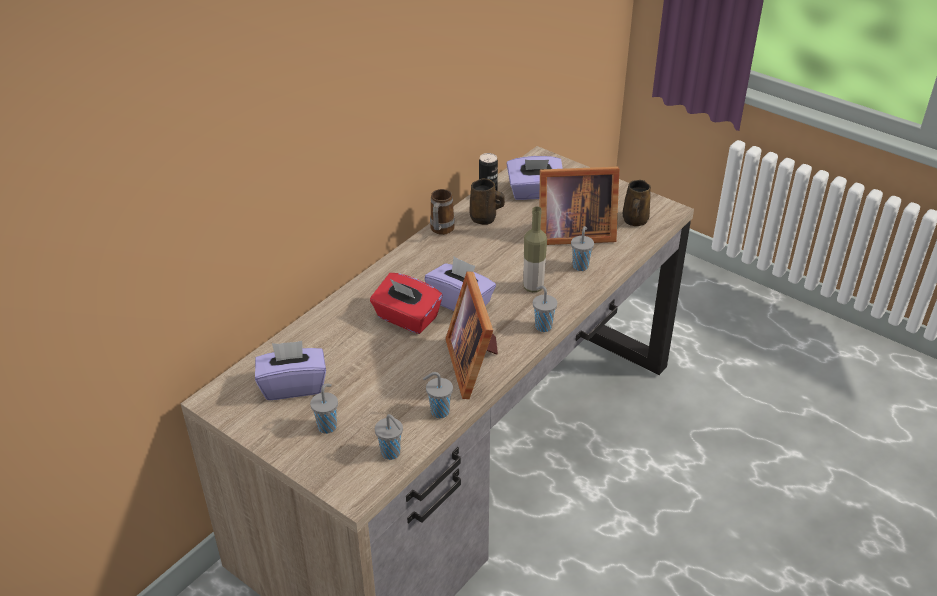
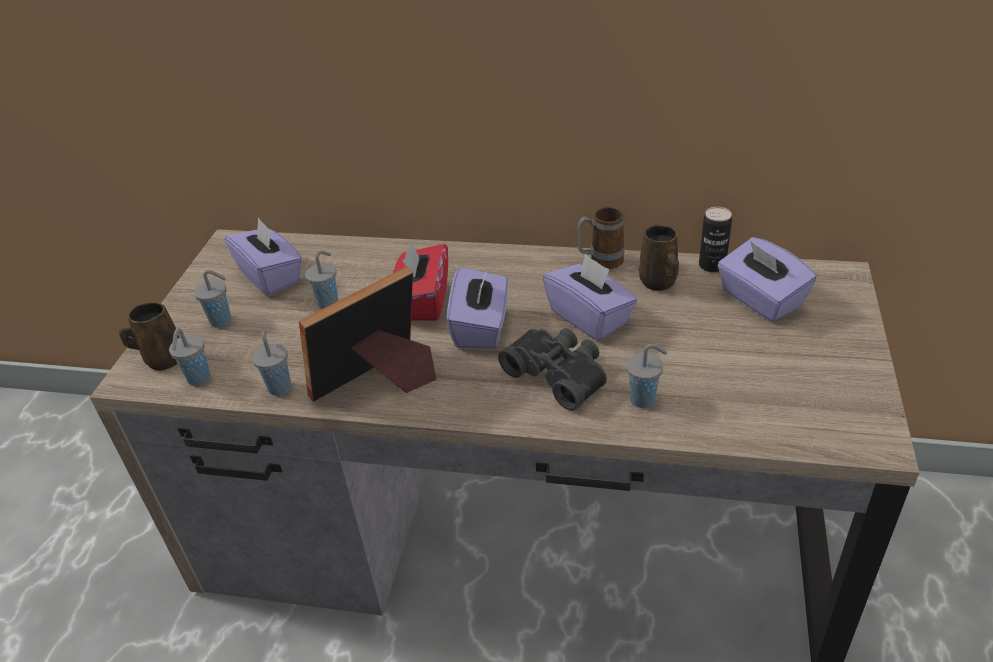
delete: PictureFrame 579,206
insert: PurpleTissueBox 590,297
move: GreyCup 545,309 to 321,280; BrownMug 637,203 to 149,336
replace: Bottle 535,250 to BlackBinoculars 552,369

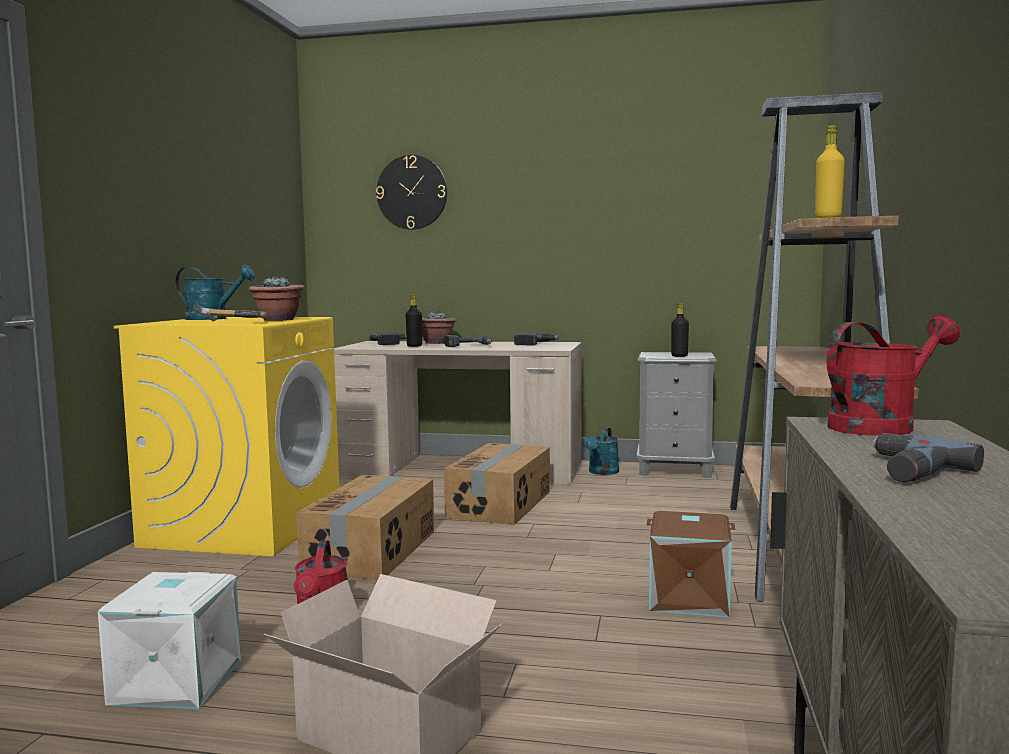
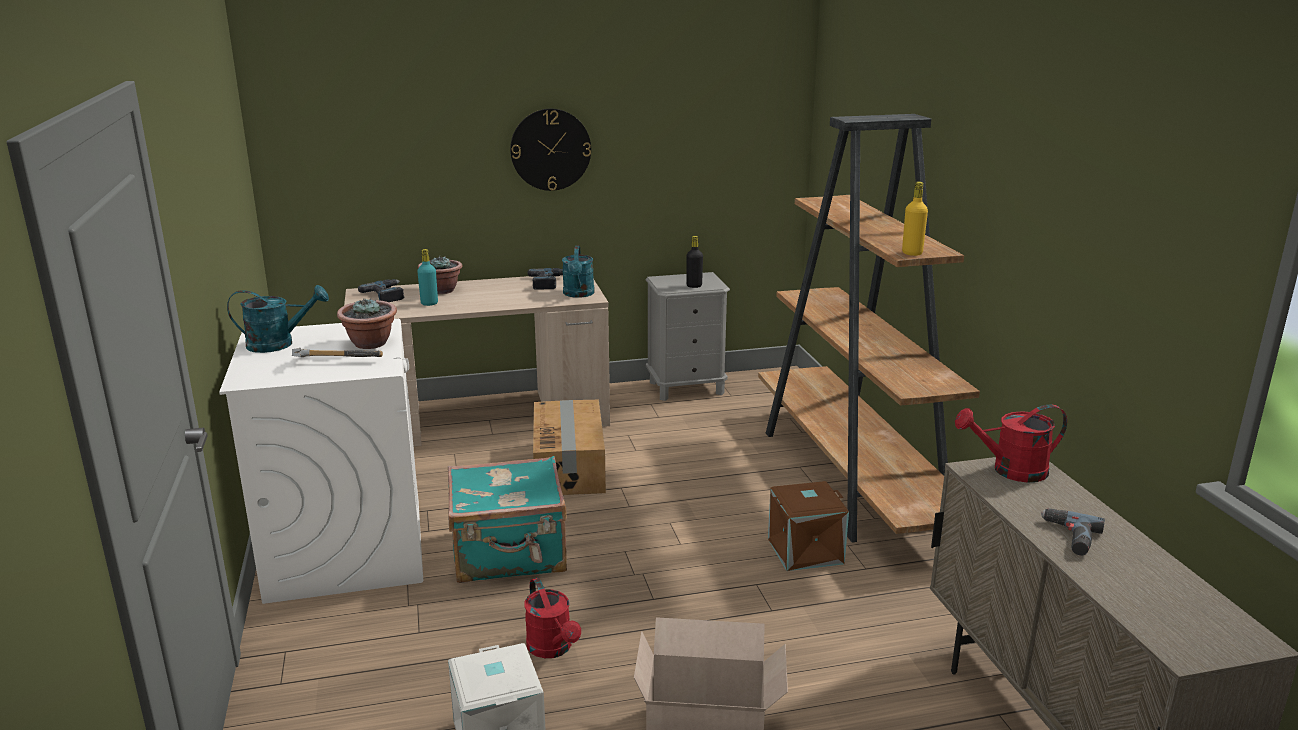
delete: PowerDrill 468,341
move: WallClock 411,192 to 550,150; TurquoiseWateringCan 601,451 to 578,271
replace: CardboardBox 365,527 to TurquoiseSuitcase 507,519
recolor: YellowWashingMachine 226,436 to WhiteWashingMachine 321,461; BlackBottle 414,321 to TurquoiseBottle 427,277
rotate: RedWateringCan 893,375 = 1011,443 135 degrees counterclockwise

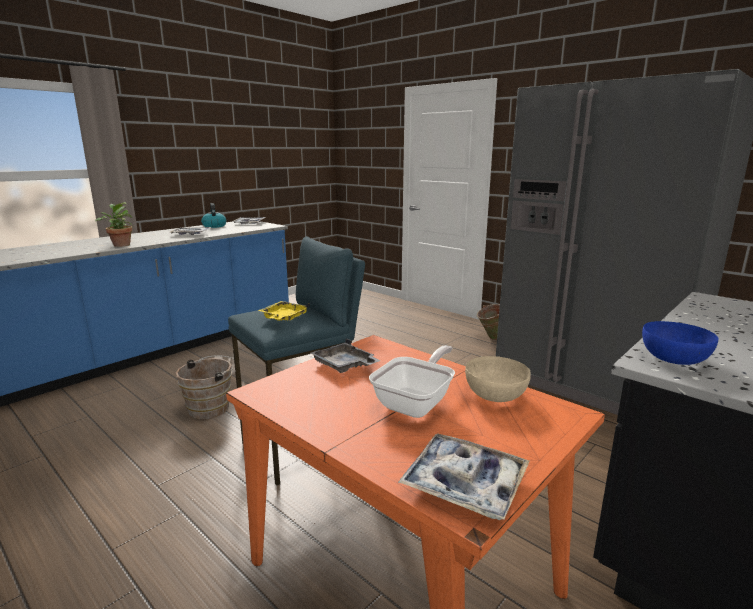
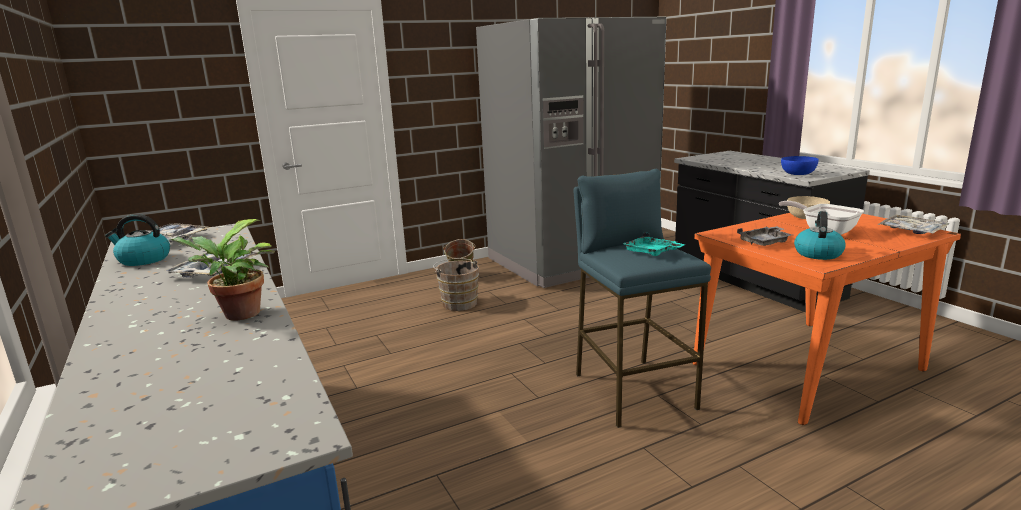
insert: Kettle 820,235
move: BrownBucket 205,387 to 456,284
recolor: YellowTray 284,311 to TurquoiseTray 654,244

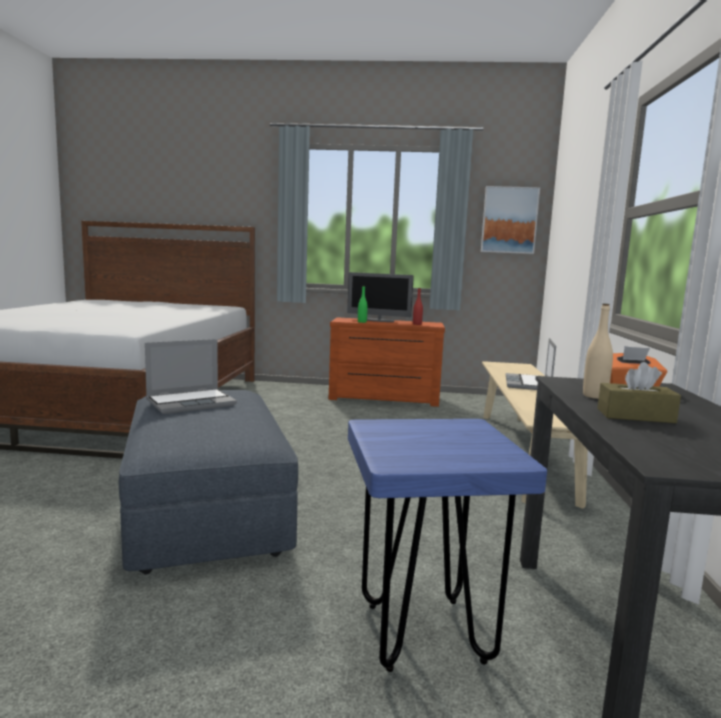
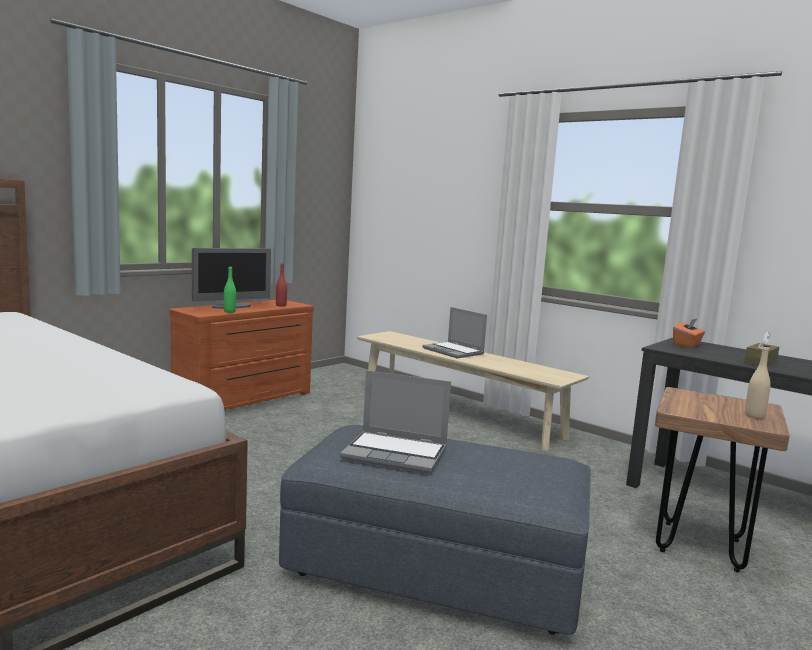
delete: Picture 510,220
move: BeigeBottle 598,351 to 758,382
recolor: BlueStool 447,545 to BrownStool 722,479
rotate: Laptop 191,376 = 395,422 105 degrees clockwise

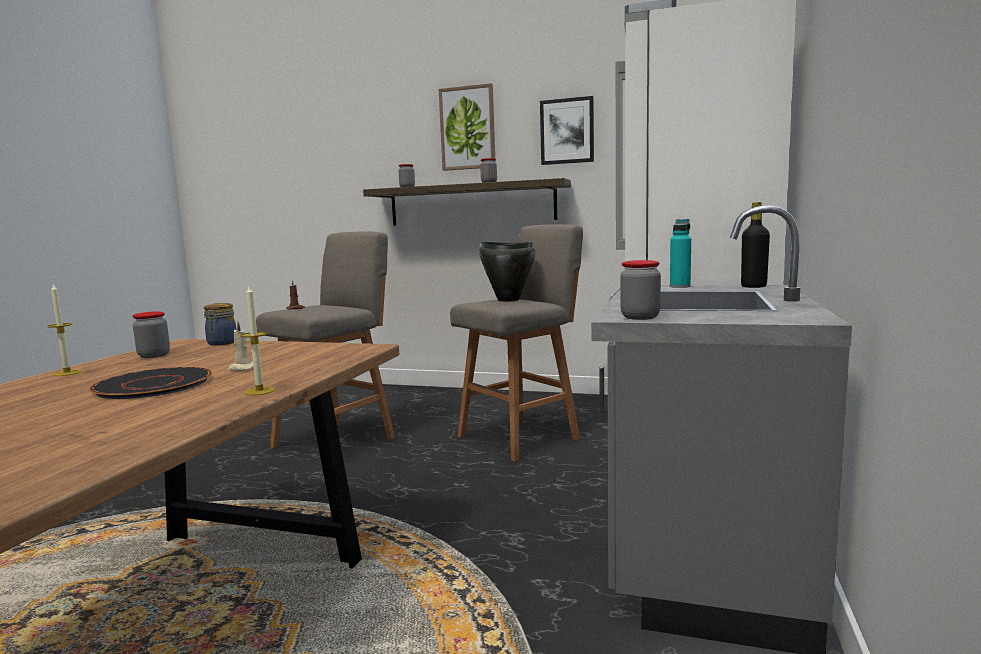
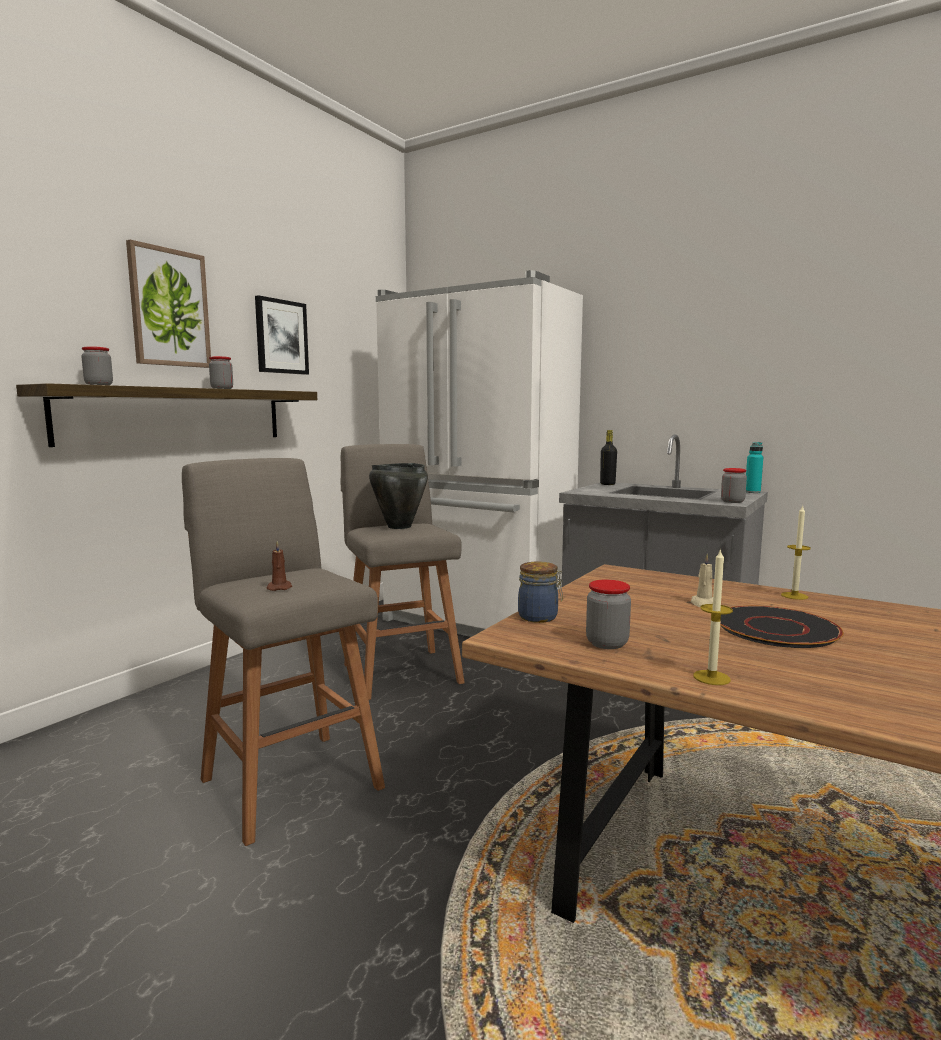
move: TurquoiseBottle 680,253 to 754,467

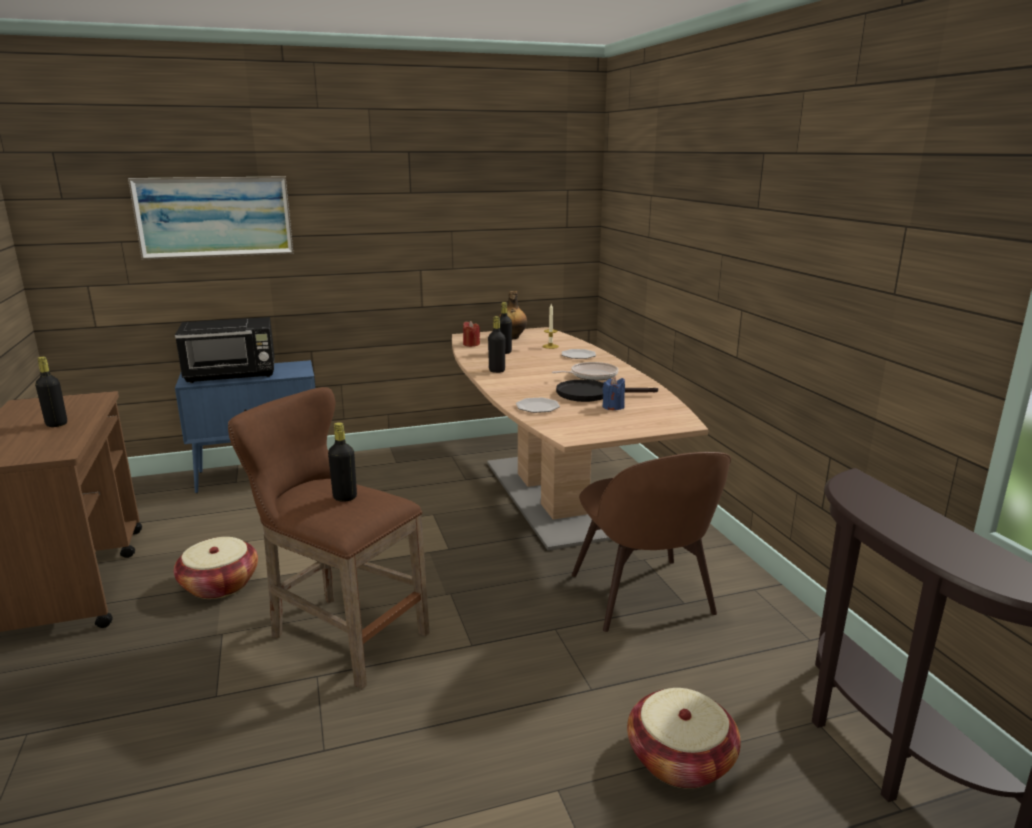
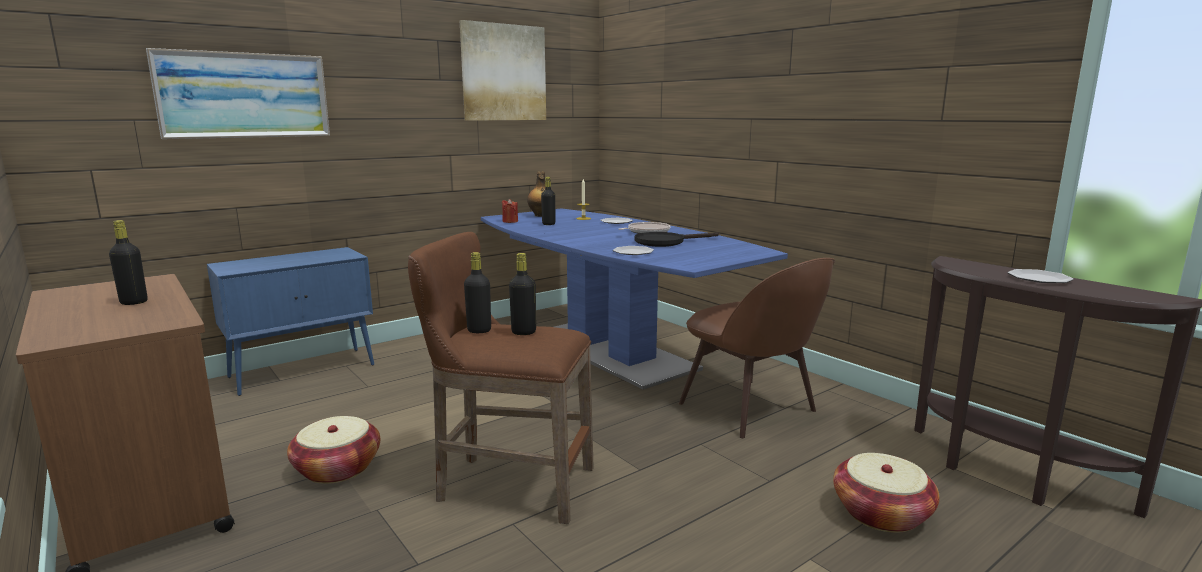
delete: BlackMicrowave 225,350; BlueCandle 613,393
insert: Picture 503,70; Plate 1040,276
move: BlackBottle 496,344 to 477,292
recolor: BrownDiningTable 580,439 to BlueDiningTable 634,299

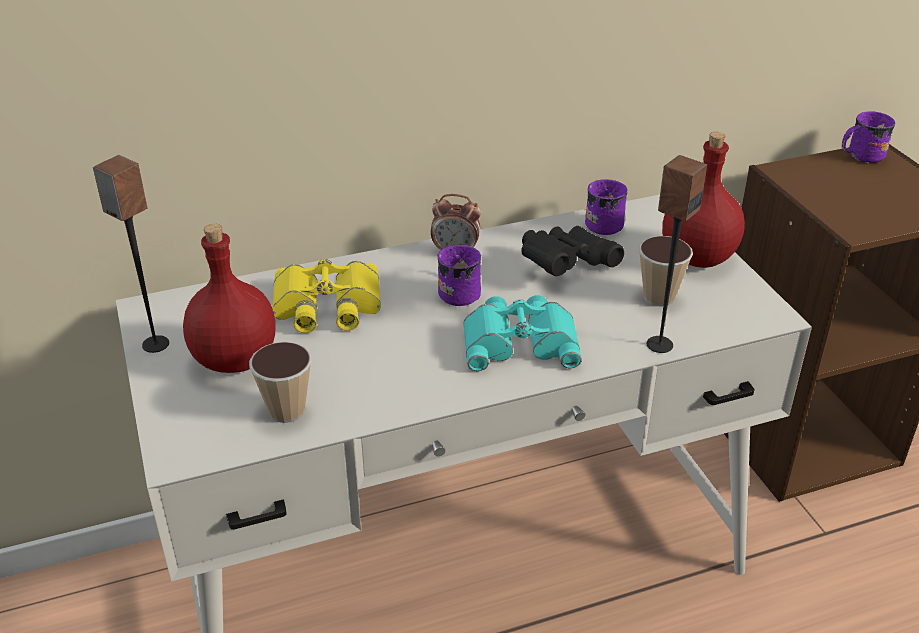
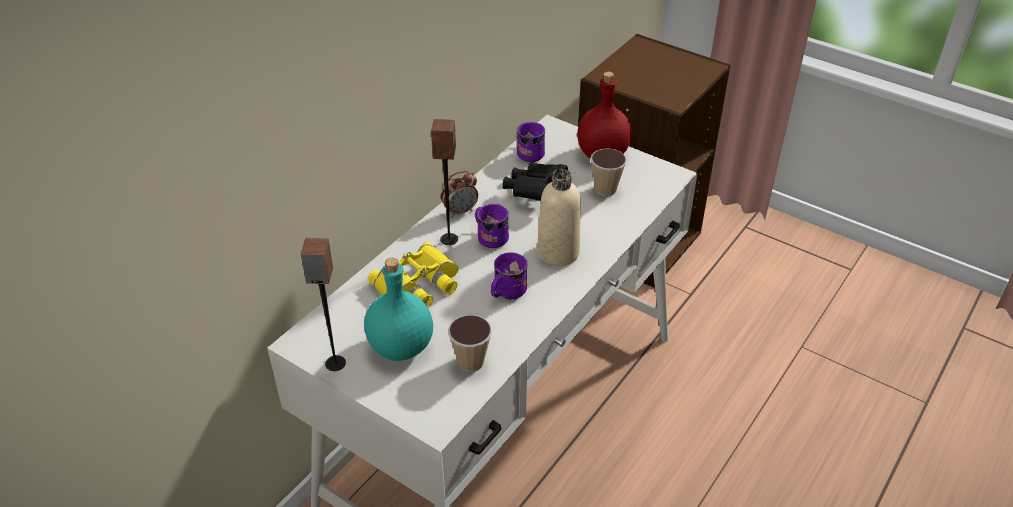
move: Speaker 677,254 to 444,182; PurpleMug 868,138 to 509,277
replace: TurquoiseBinoculars 522,333 to BeigeBottle 559,217
recolor: RedBottle 229,298 to TurquoiseBottle 398,309

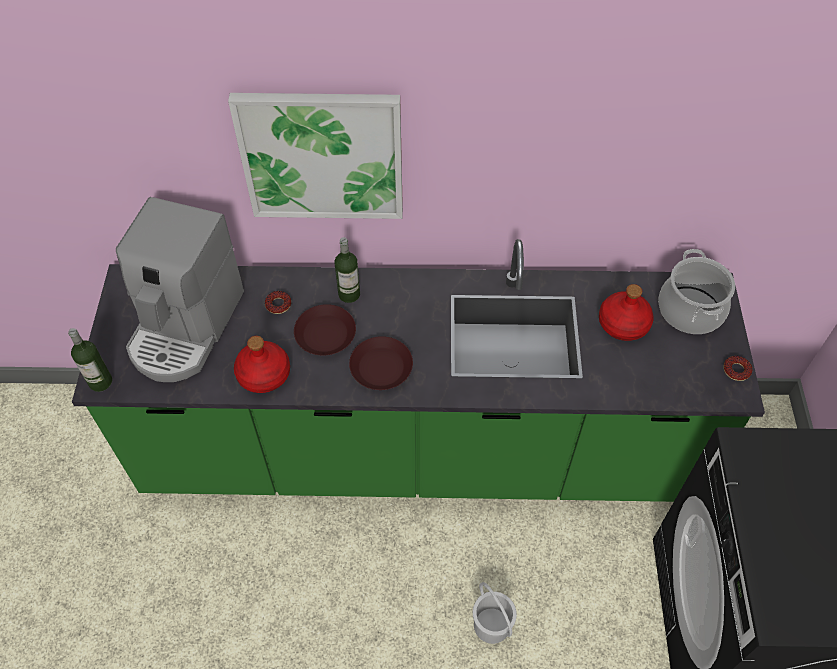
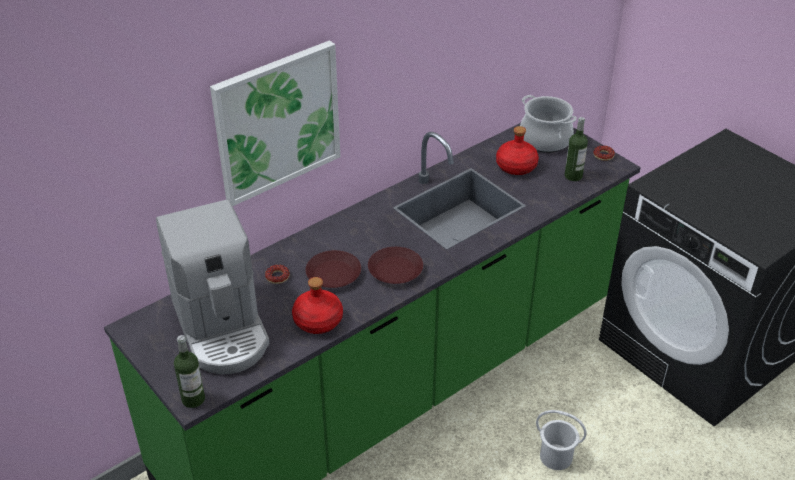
move: Bottle 347,270 to 576,149

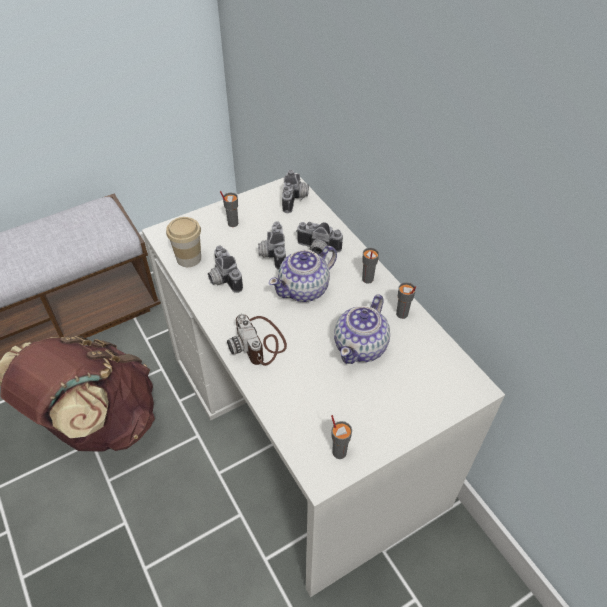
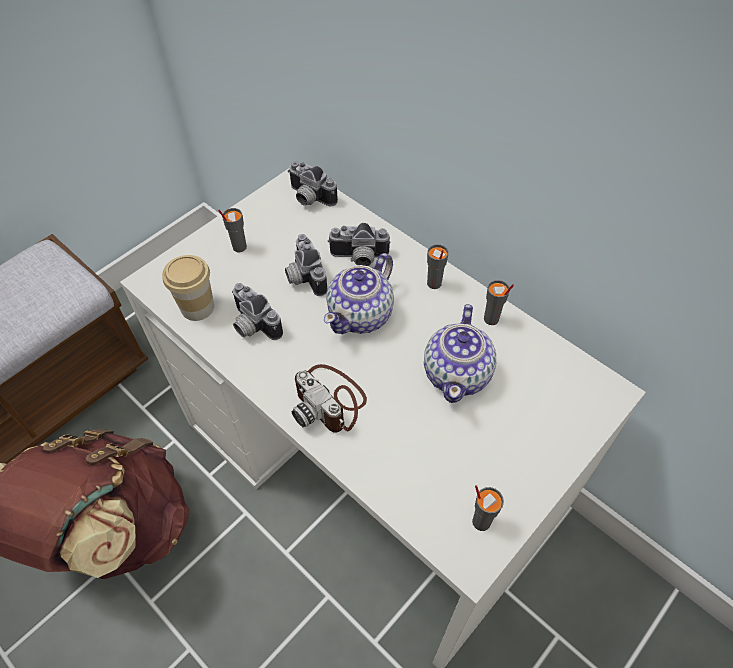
rotate: PhotoCamera 295,191 = 313,184 135 degrees clockwise

